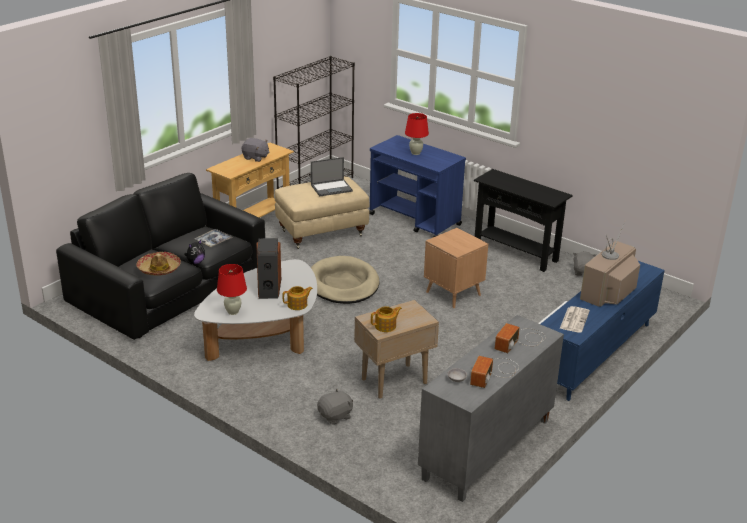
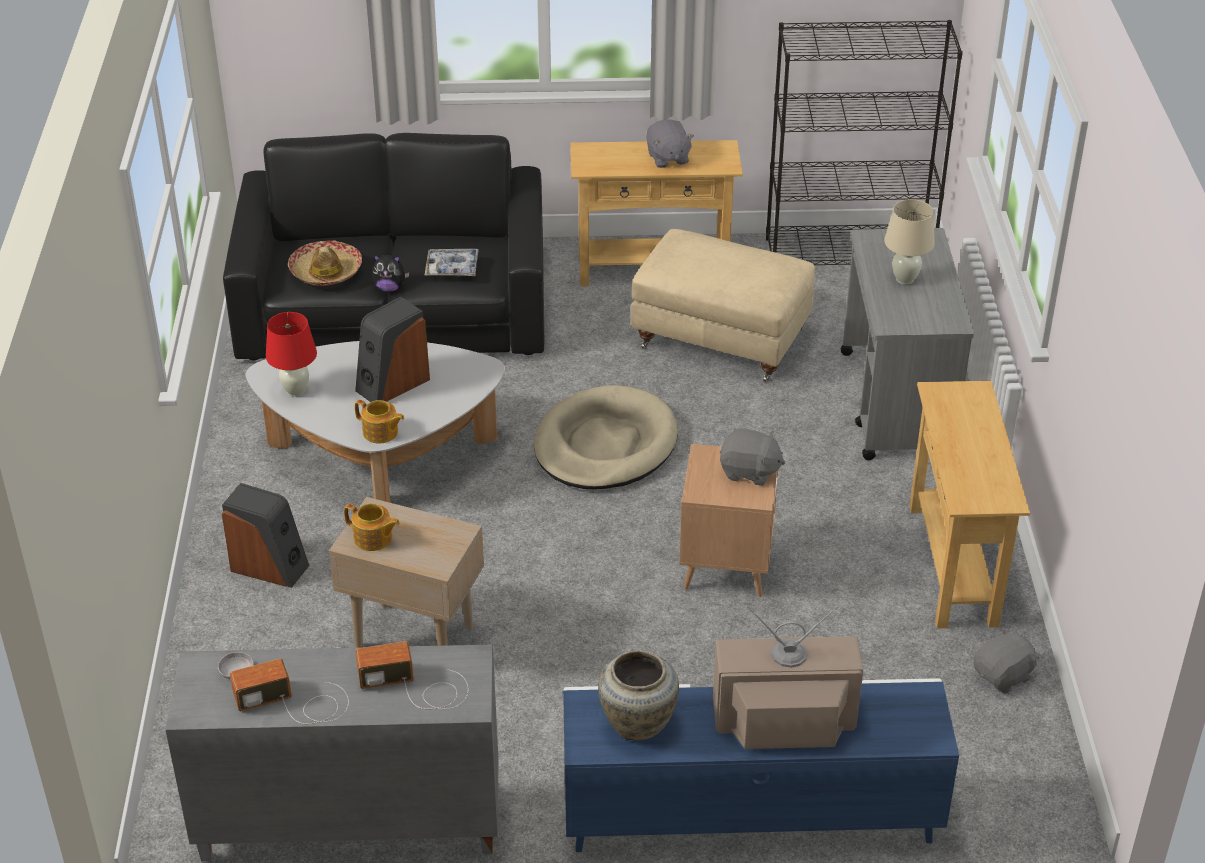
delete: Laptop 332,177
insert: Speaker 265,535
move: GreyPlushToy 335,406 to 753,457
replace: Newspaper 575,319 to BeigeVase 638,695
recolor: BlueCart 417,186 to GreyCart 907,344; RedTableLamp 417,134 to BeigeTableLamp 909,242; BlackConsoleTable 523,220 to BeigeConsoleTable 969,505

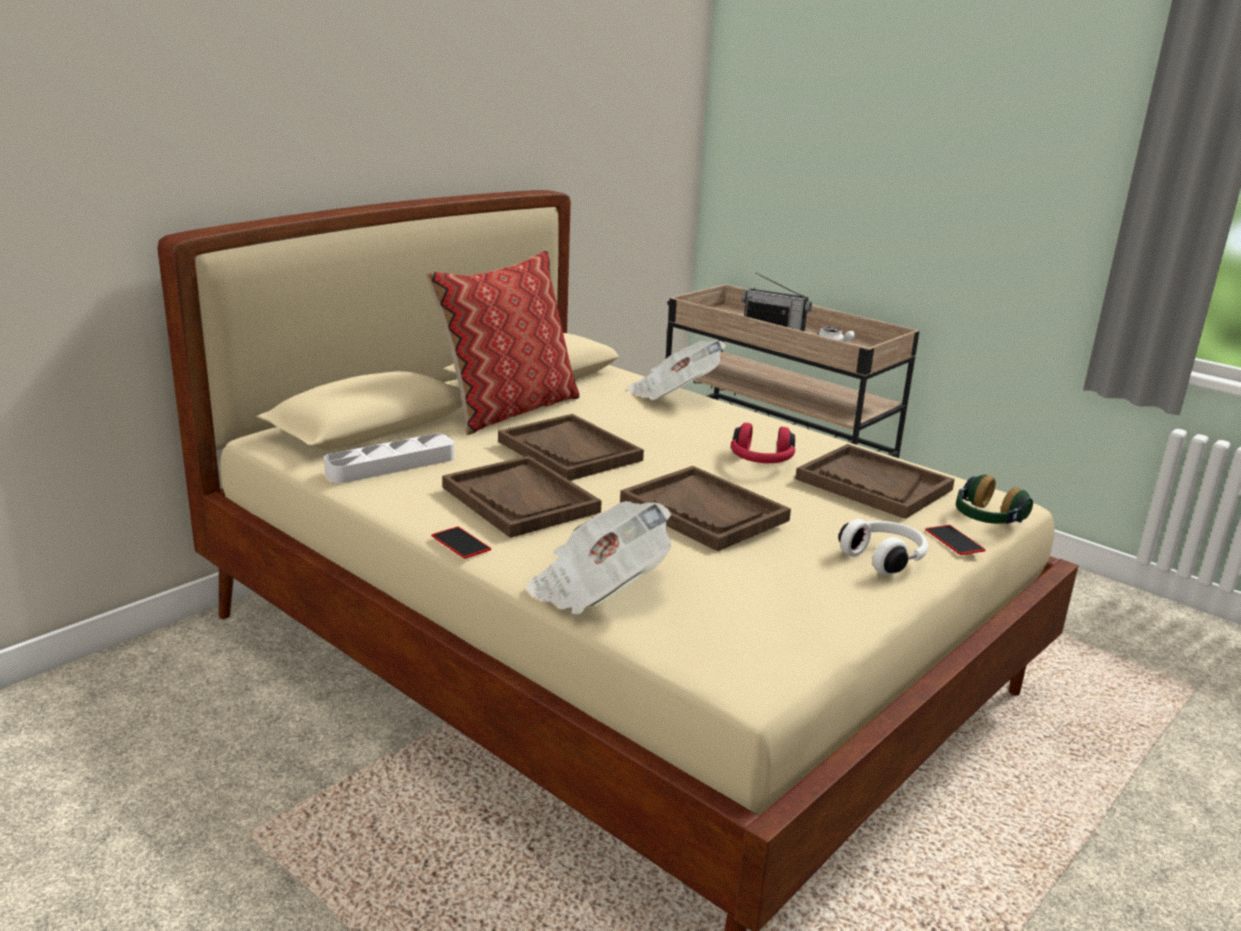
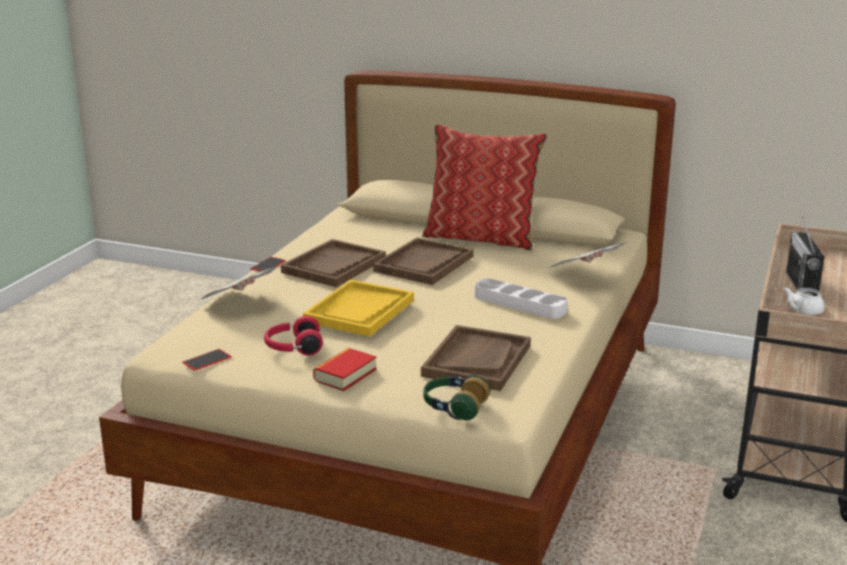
move: WhiteTray 389,458 to 521,298; RedHeadphones 763,443 to 293,336; Phone 955,540 to 207,360
replace: WhiteHeadphones 883,547 to Book 345,369
recolor: BrownTray 705,508 to YellowTray 358,308

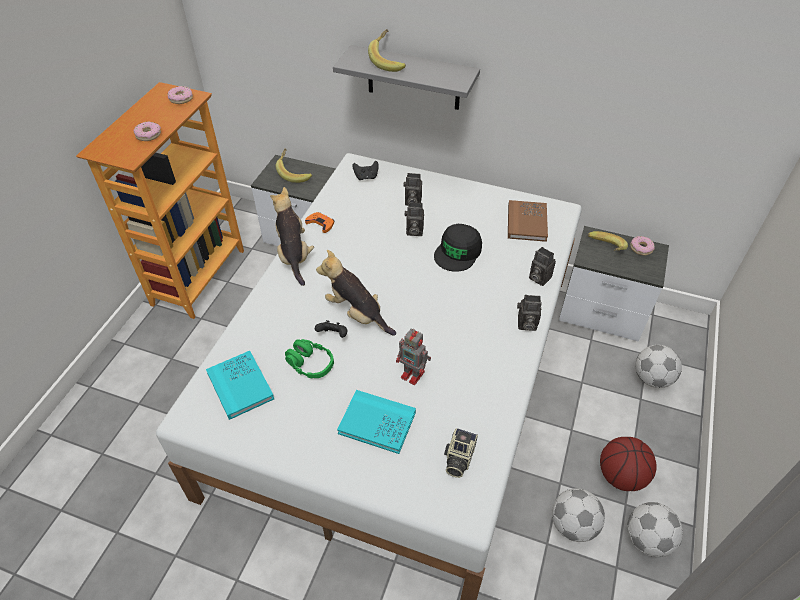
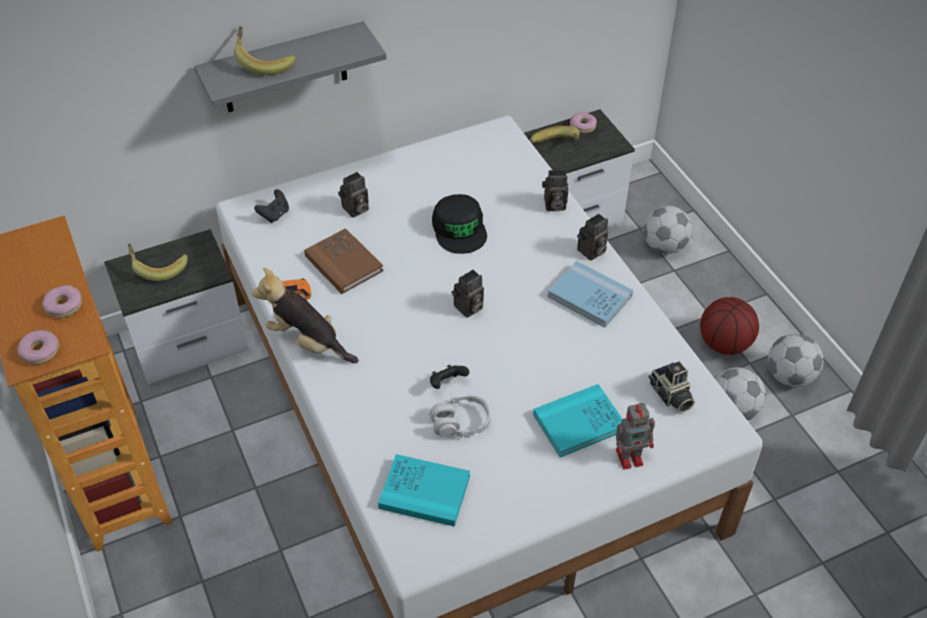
delete: PlushToy 356,292
insert: BlueBook 590,294
move: Donut 180,95 to 38,347; ToyRobot 413,357 to 635,436; PhotoCamera 414,219 to 468,294; BrownBook 528,221 to 343,261
recolor: GreenHeadphones 309,358 to GreyHeadphones 460,416

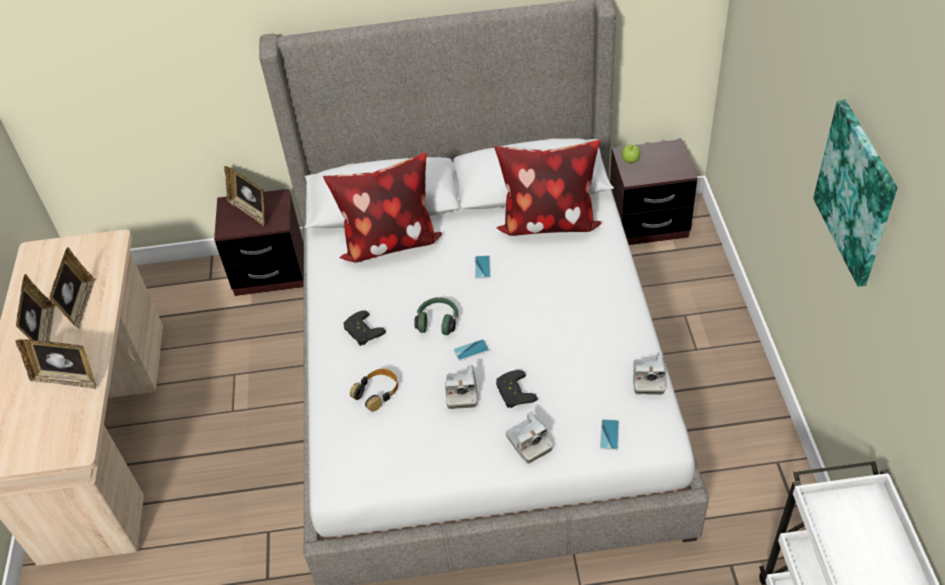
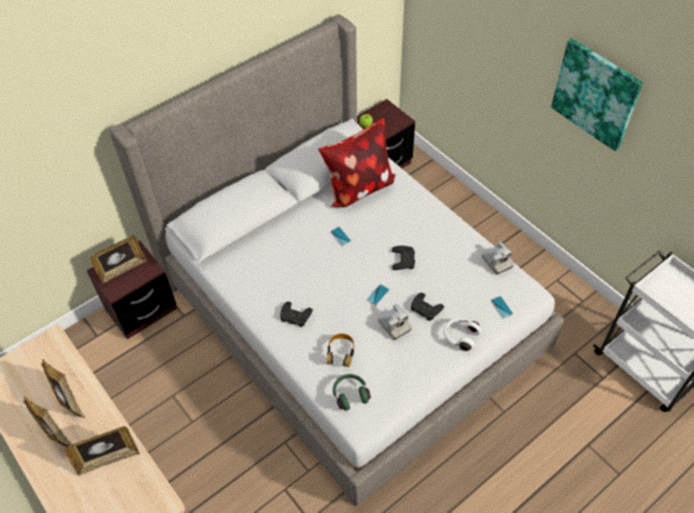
delete: Pillow 382,207
insert: BlackGameController 403,258
move: GreenHeadphones 436,316 to 352,392
replace: PhotoCamera 529,438 to WhiteHeadphones 462,334
rotate: PictureFrame 244,196 = 118,259 45 degrees counterclockwise

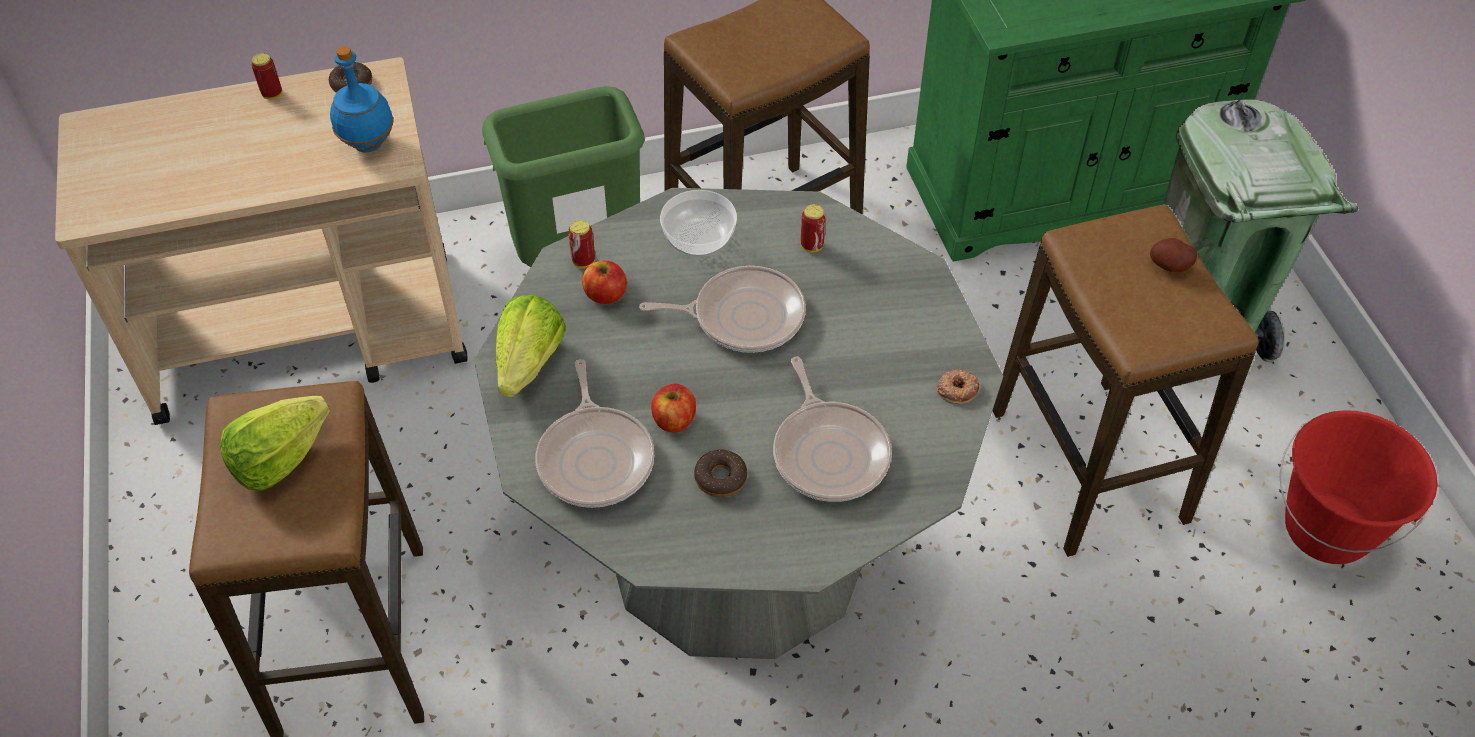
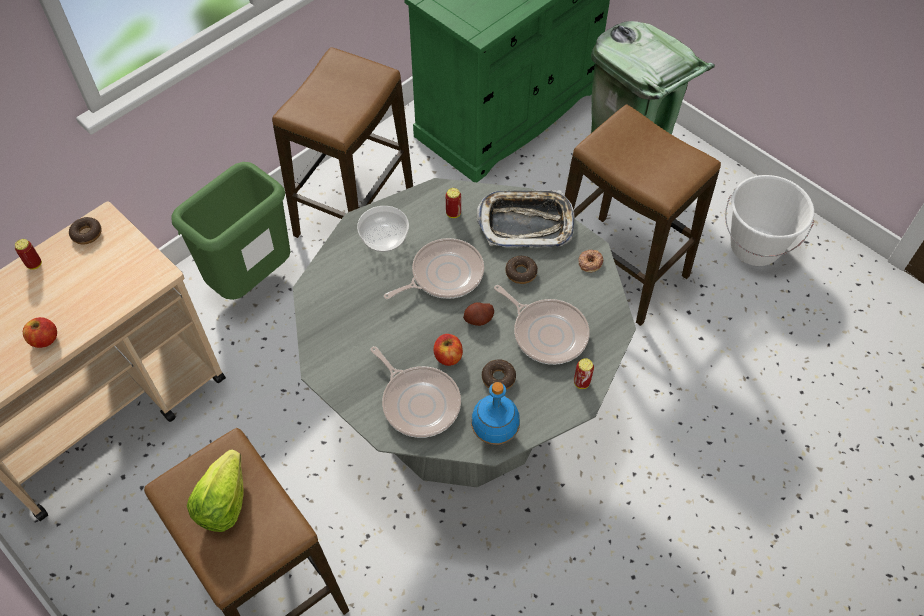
delete: Lettuce 531,346
insert: Tray 525,218; Donut 522,270
move: BlueBottle 361,99 to 495,413; Can 581,244 to 584,373; Apple 604,282 to 40,332; Potato 1173,255 to 478,314
recolor: RedBucket 1358,487 to WhiteBucket 769,220

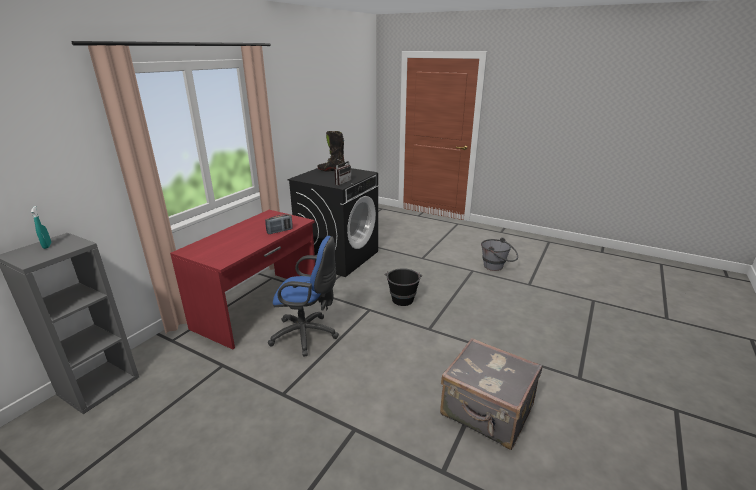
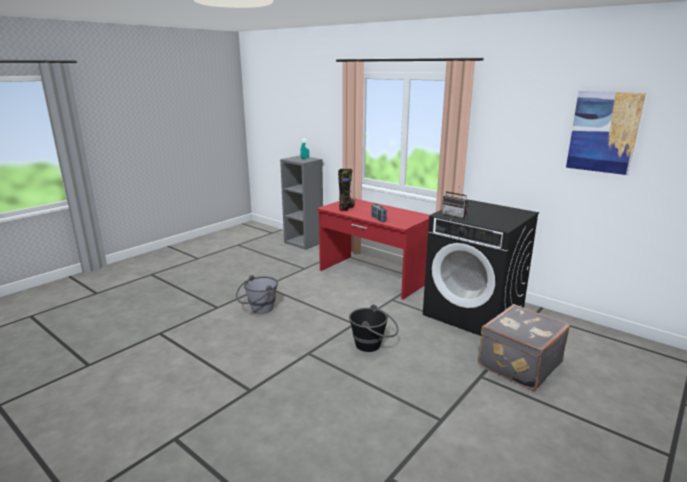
delete: BlueOfficeChair 303,296
insert: Picture 606,133
move: BlackBoot 331,151 to 346,190; GreySuitcase 491,394 to 524,347; GreyBucket 499,254 to 257,294

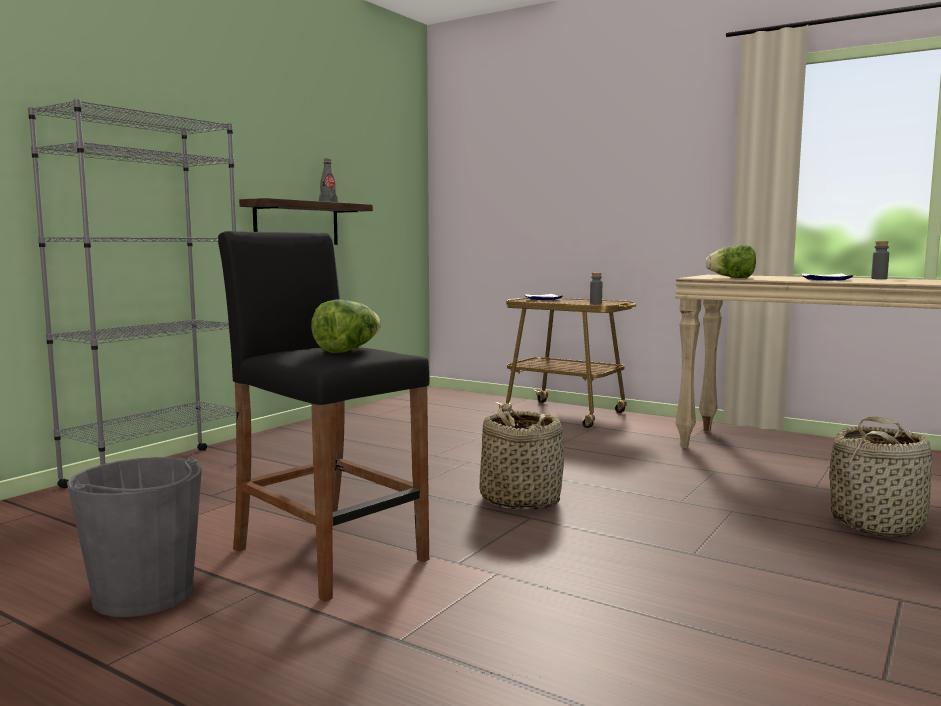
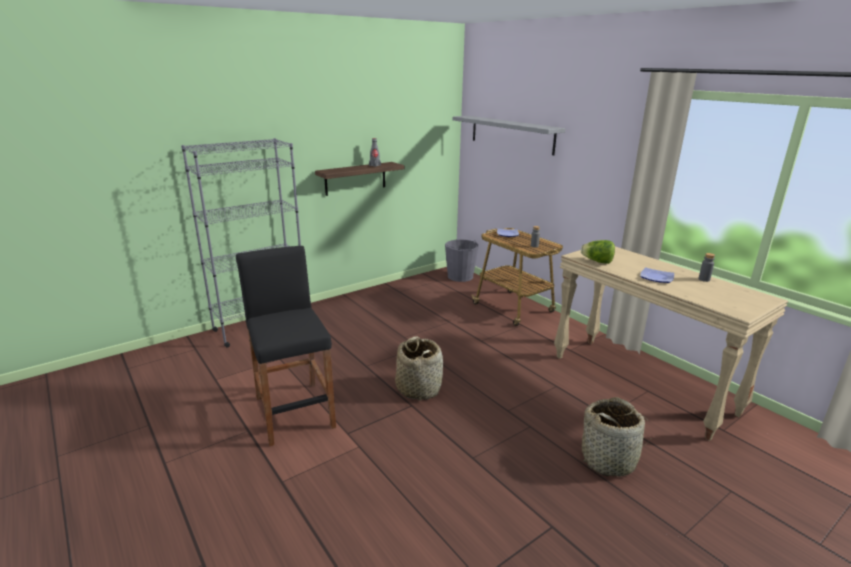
delete: Lettuce 346,326
insert: GreyShelf 509,135
move: GreyBucket 134,535 to 462,260

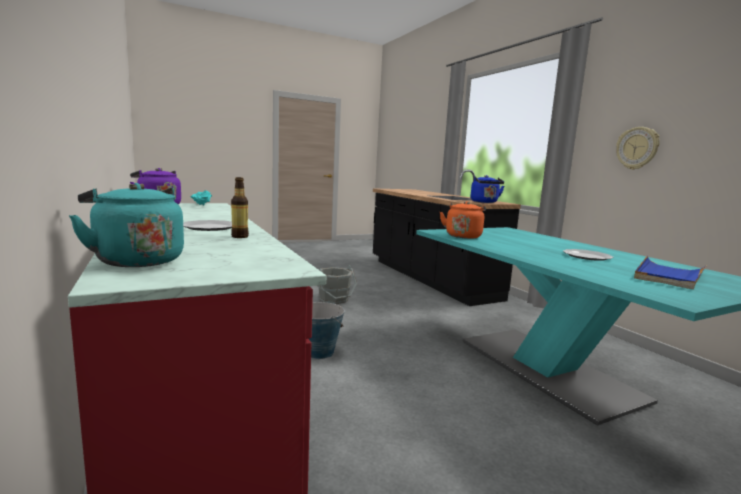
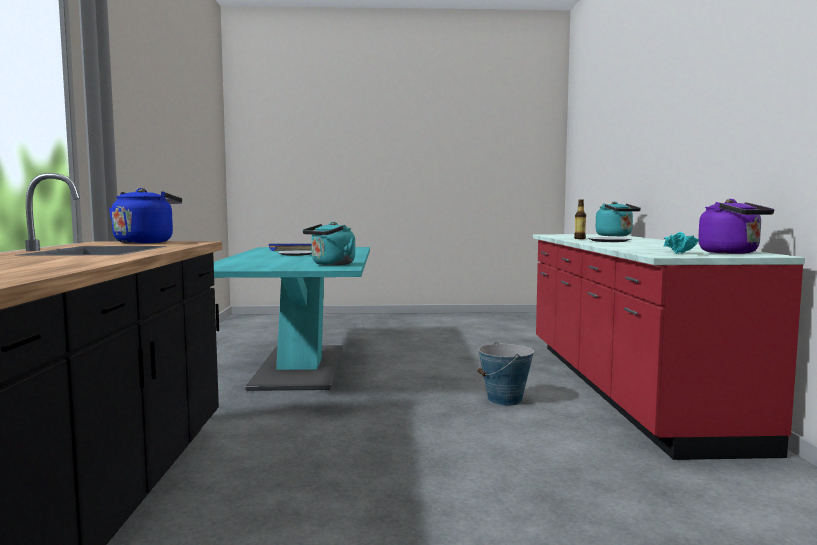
delete: GreyBucket 337,284; WallClock 638,148
recolor: OrangeKettle 463,220 to TurquoiseKettle 329,243

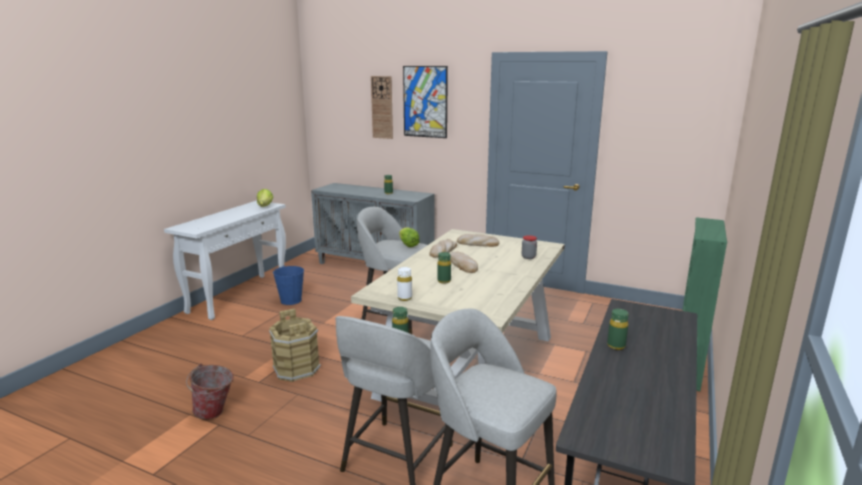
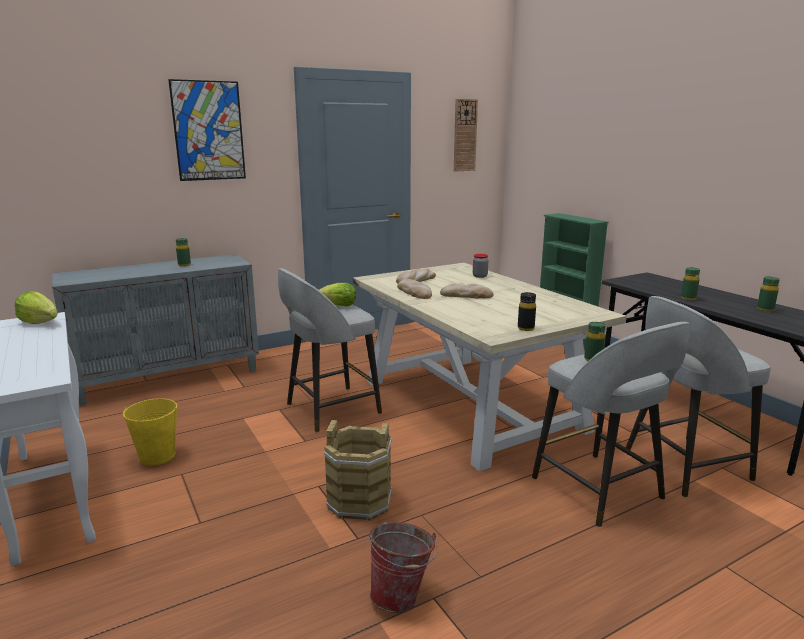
move: WallClock 382,107 to 466,135; GreenBottle 444,268 to 768,294
recolor: BlueBucket 288,285 to YellowBucket 150,432; WhiteBottle 404,284 to BlackBottle 527,311

